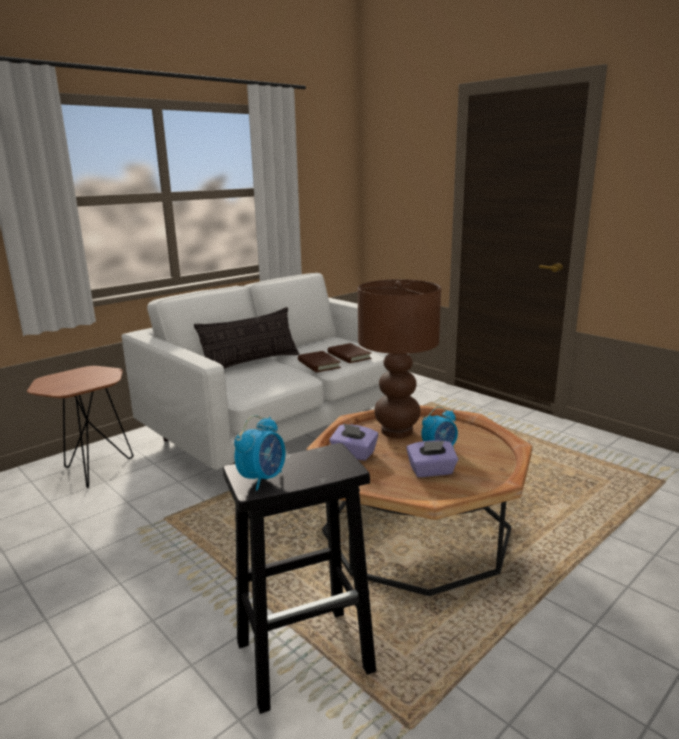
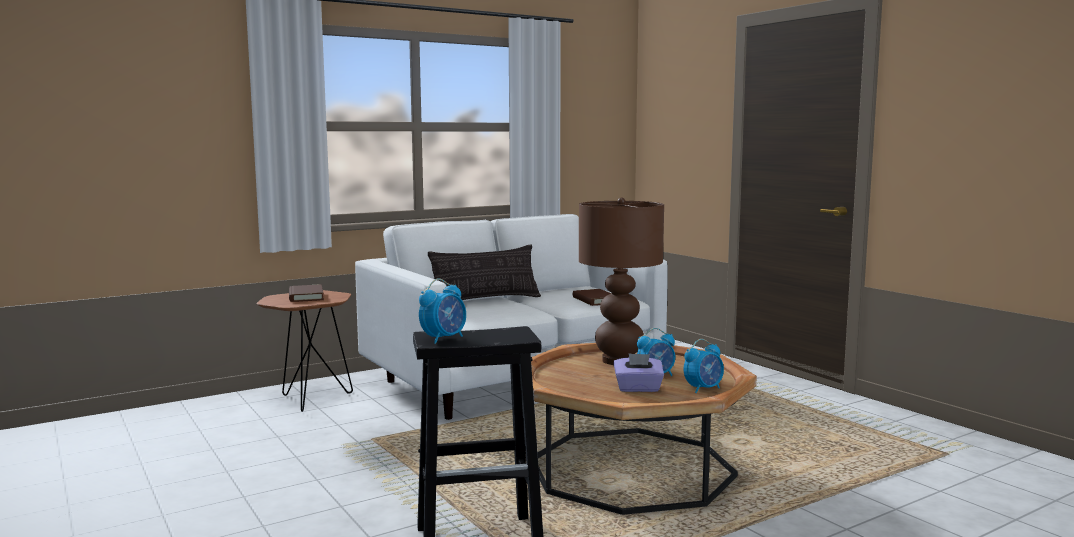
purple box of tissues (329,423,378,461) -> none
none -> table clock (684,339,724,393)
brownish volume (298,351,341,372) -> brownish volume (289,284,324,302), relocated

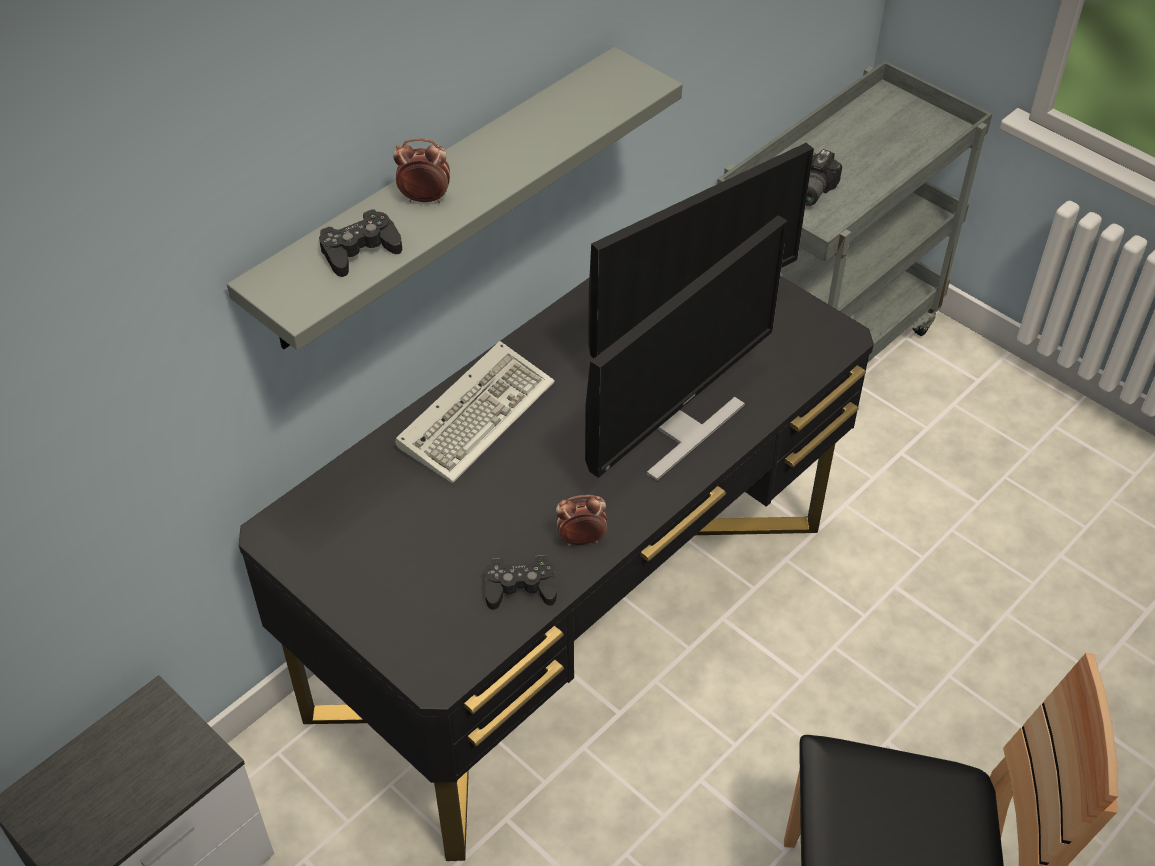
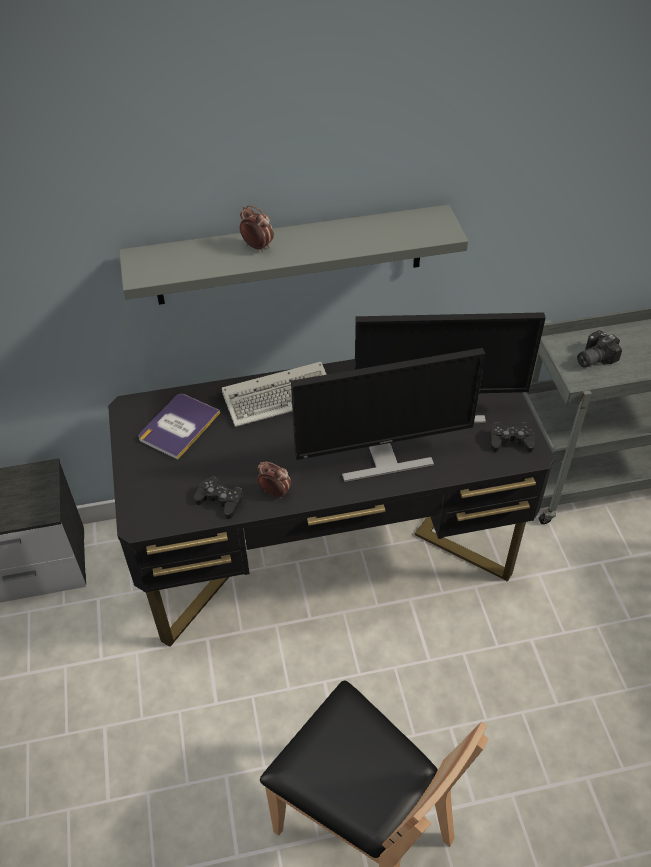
none -> volume (139,394,220,460)
black-coloured game controller (319,209,402,277) -> black-coloured game controller (490,422,535,453), relocated

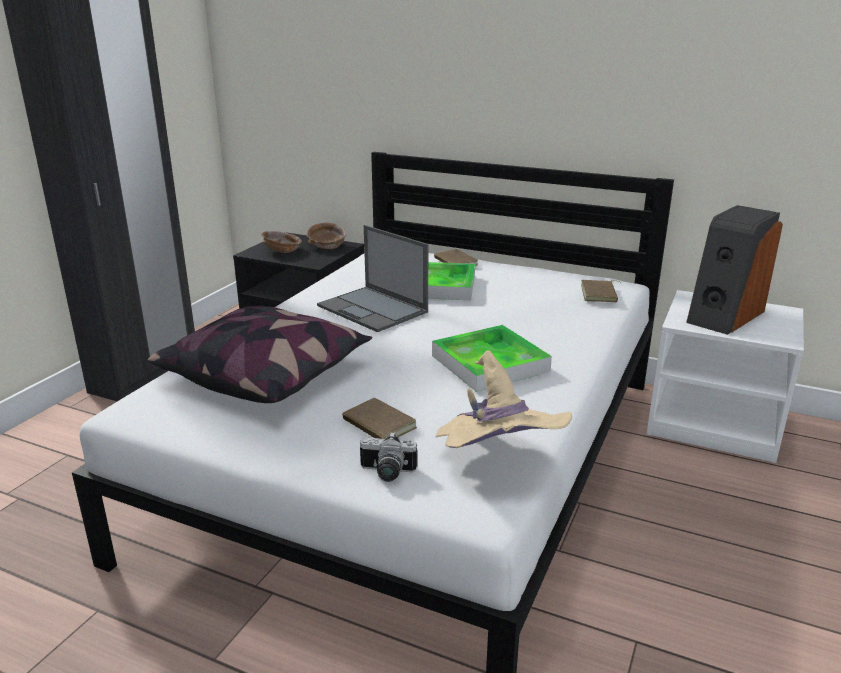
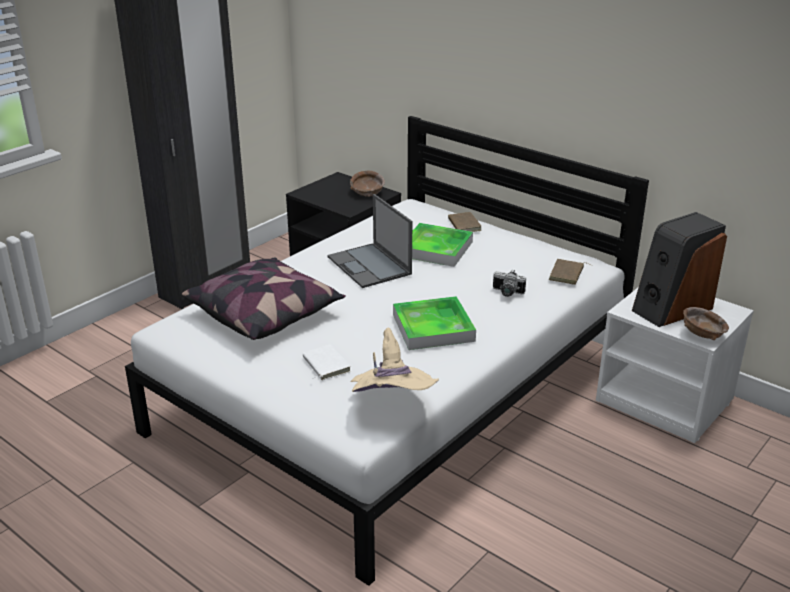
brownish serving bowl (262,231,302,253) -> brownish serving bowl (683,307,729,340), relocated
photo camera (360,432,417,482) -> photo camera (493,270,526,297), relocated
brownish volume (342,398,417,439) -> whitish volume (303,345,351,380)

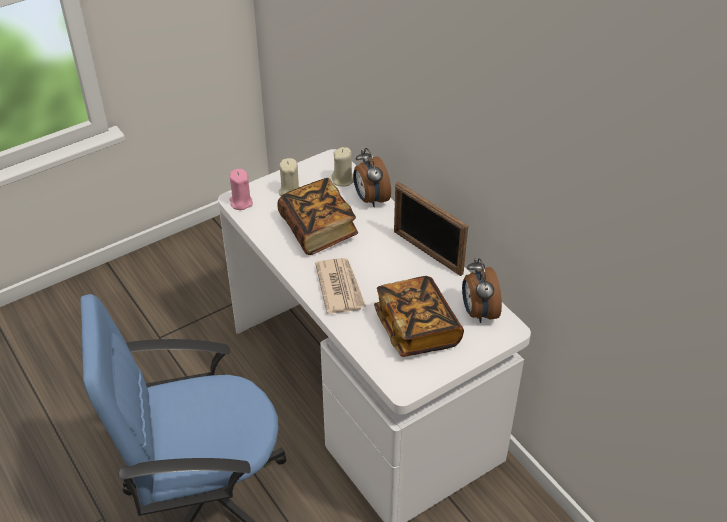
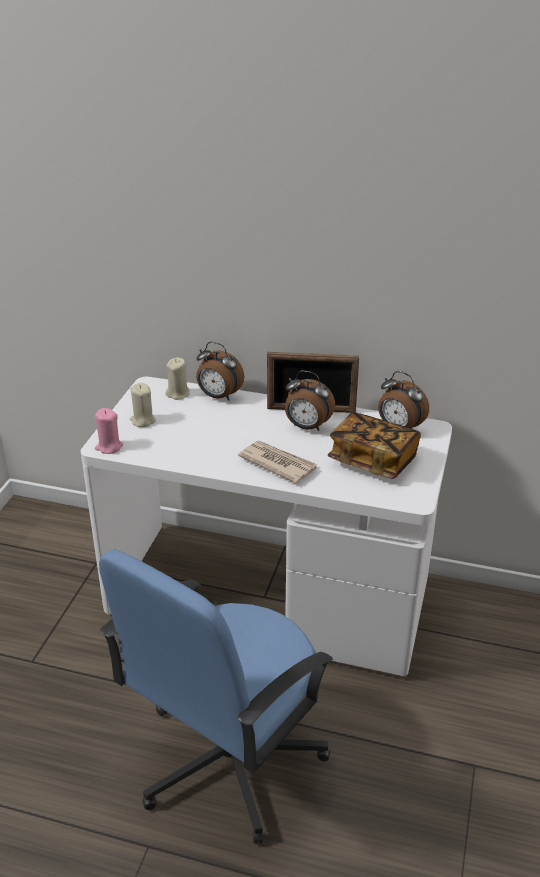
volume (277,178,358,255) -> none
none -> table clock (285,370,335,431)

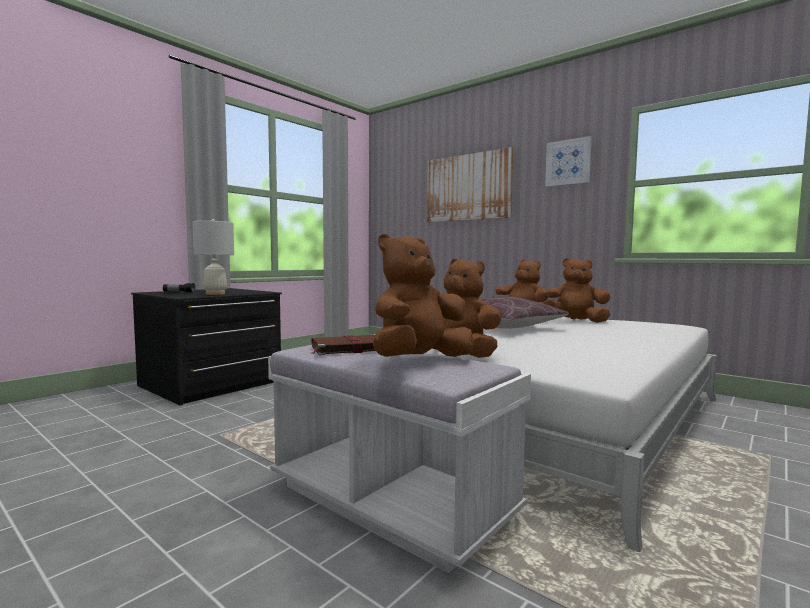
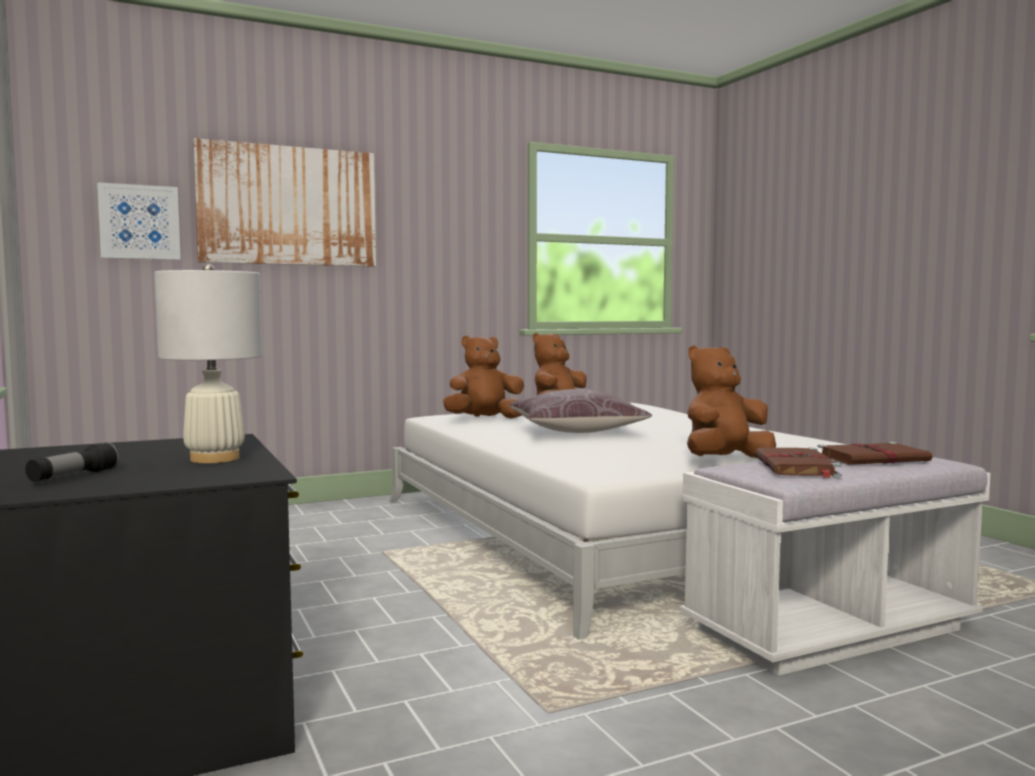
wall picture (545,136,592,187) -> wall picture (97,182,181,260), relocated
brownish plush toy (373,234,474,357) -> brownish volume (818,442,933,465)

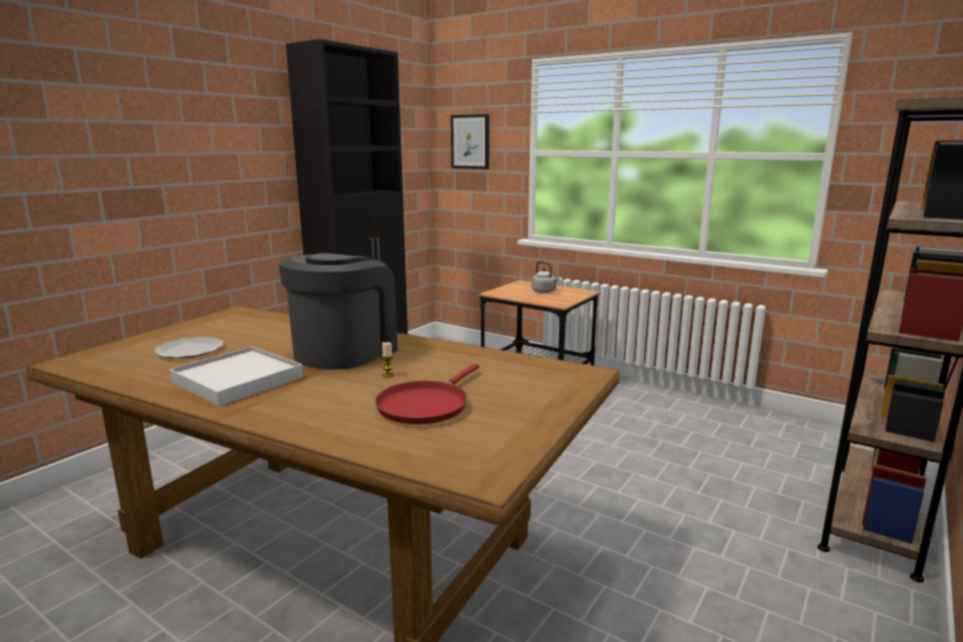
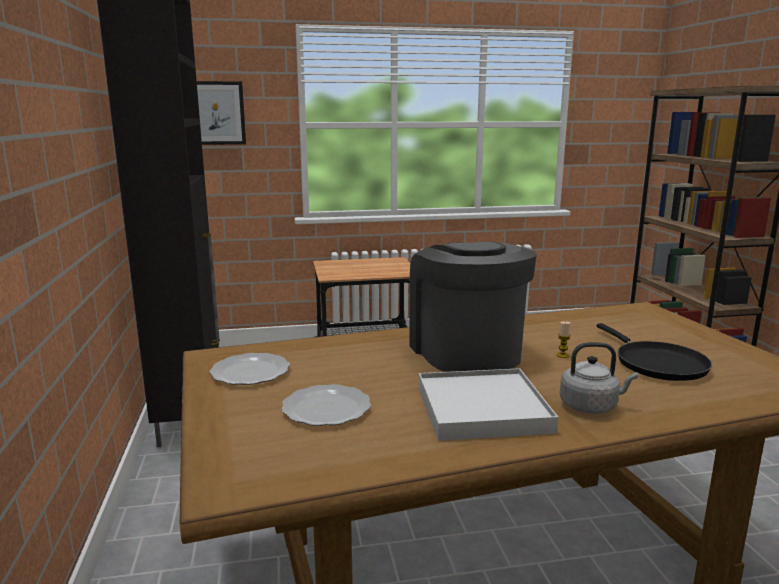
none -> flat dish (210,353,290,385)
greyish tea kettle (531,261,559,293) -> greyish tea kettle (560,342,638,414), relocated
reddish pan (375,364,480,424) -> black-coloured pan (597,323,712,381)

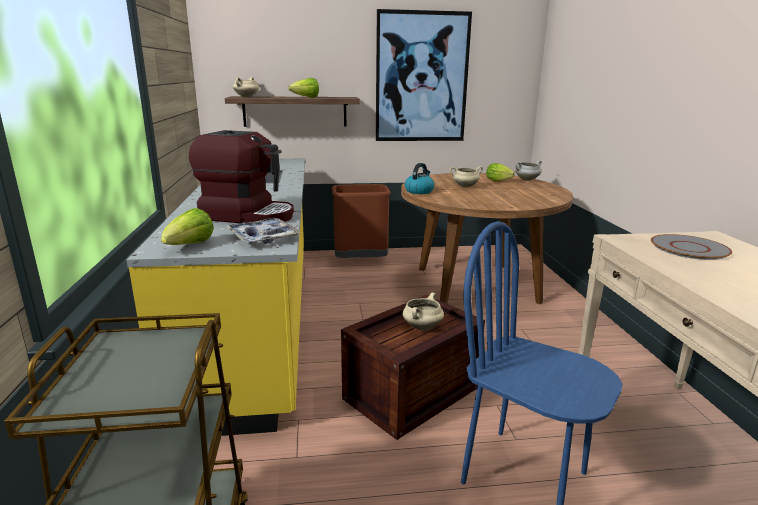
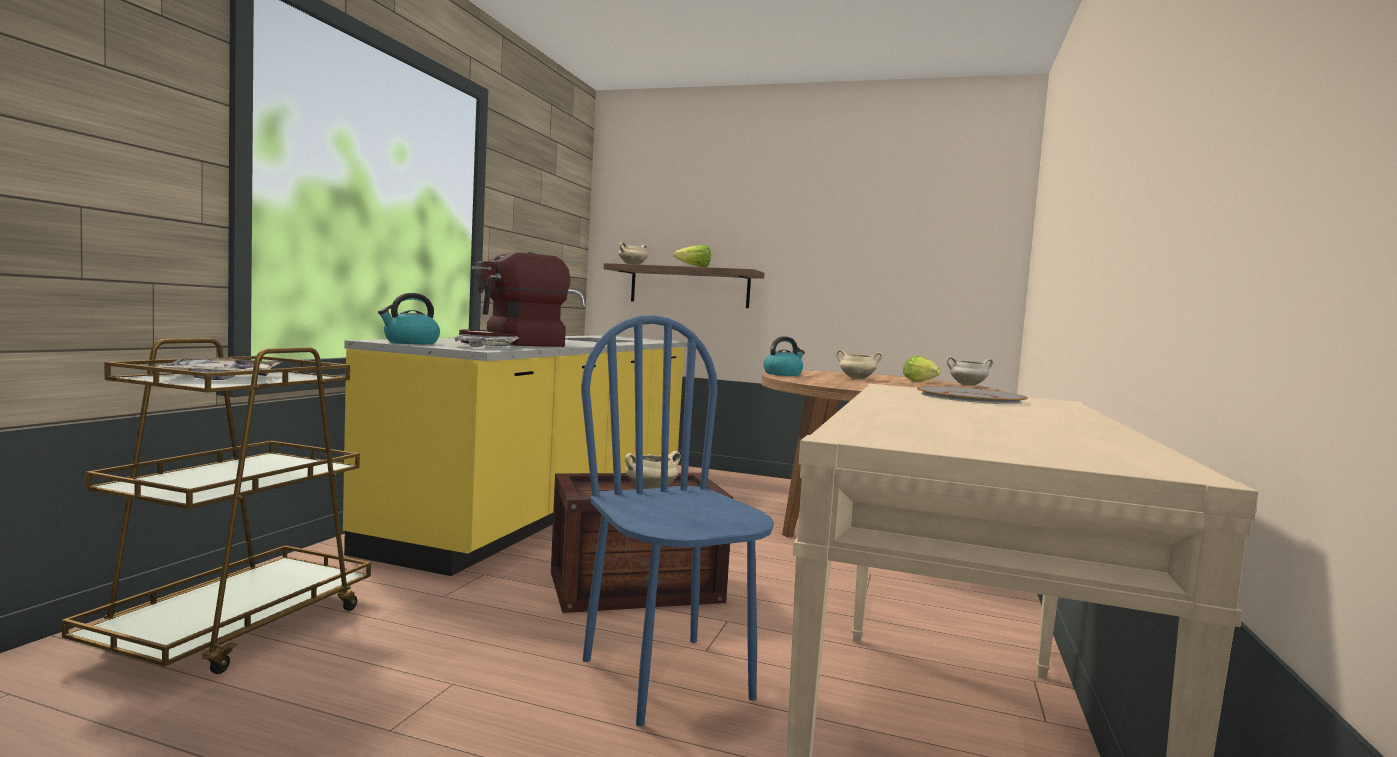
brownish rubbish bin (331,184,391,258) -> none
wall picture (376,9,472,141) -> none
none -> carrying tray (158,358,279,380)
head of lettuce (161,208,214,245) -> tea kettle (378,293,440,344)
coffee maker (189,130,294,223) -> coffee maker (459,252,571,347), 105 degrees clockwise

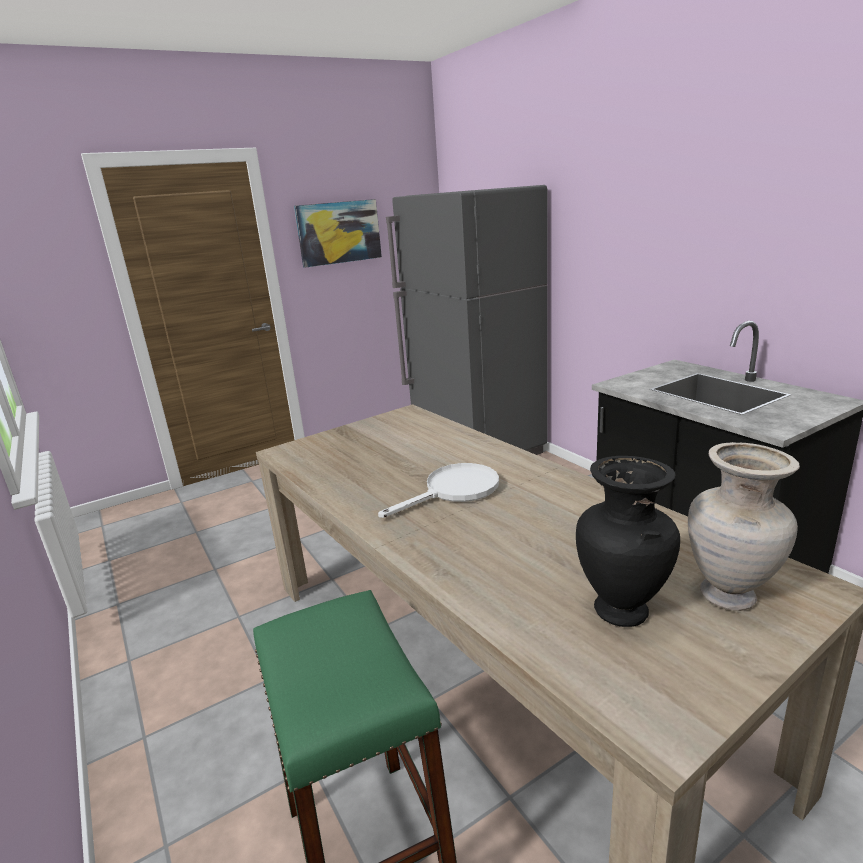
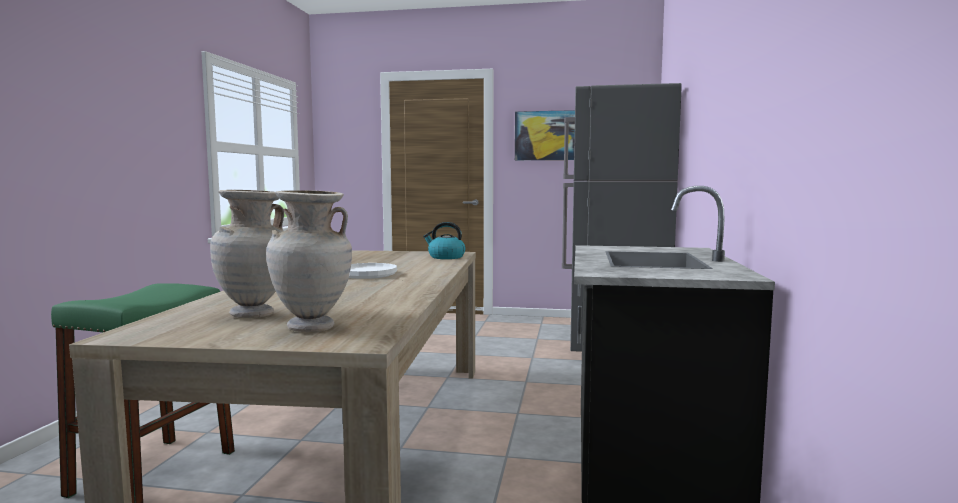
none -> tea kettle (423,222,466,259)
black-coloured decorative vase (576,456,680,627) -> beige-coloured decorative vase (210,190,284,318)

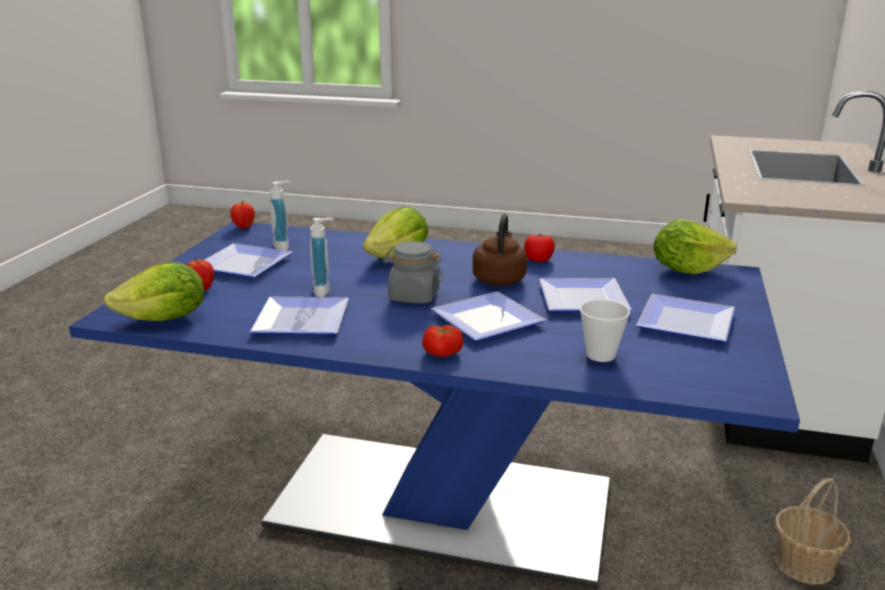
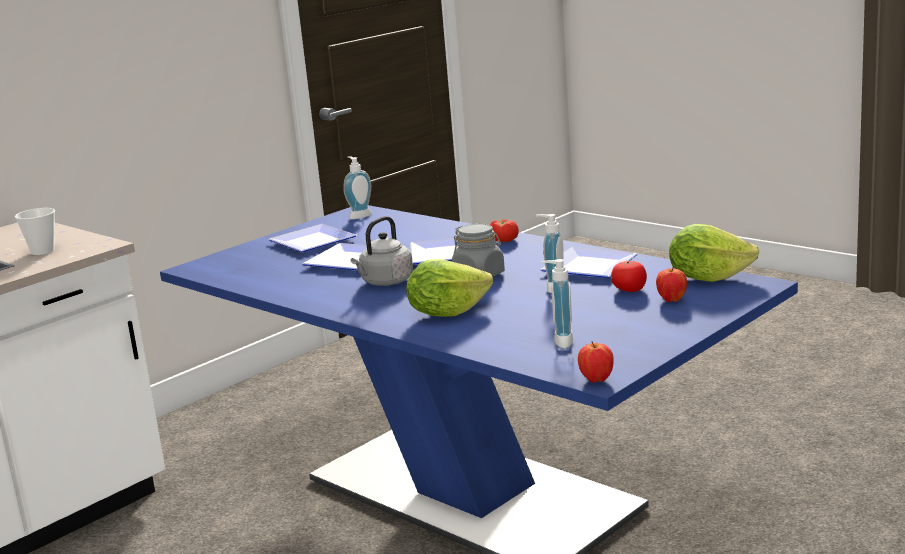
flat dish (205,243,293,278) -> none
head of lettuce (654,219,737,274) -> none
basket (775,478,851,584) -> none
none -> soap dispenser (343,156,372,219)
whole tomato (524,234,555,262) -> whole tomato (611,260,647,292), relocated
small cup (580,299,630,362) -> small cup (15,208,55,255), relocated
brownish tea kettle (473,214,527,285) -> greyish tea kettle (351,216,413,286)

